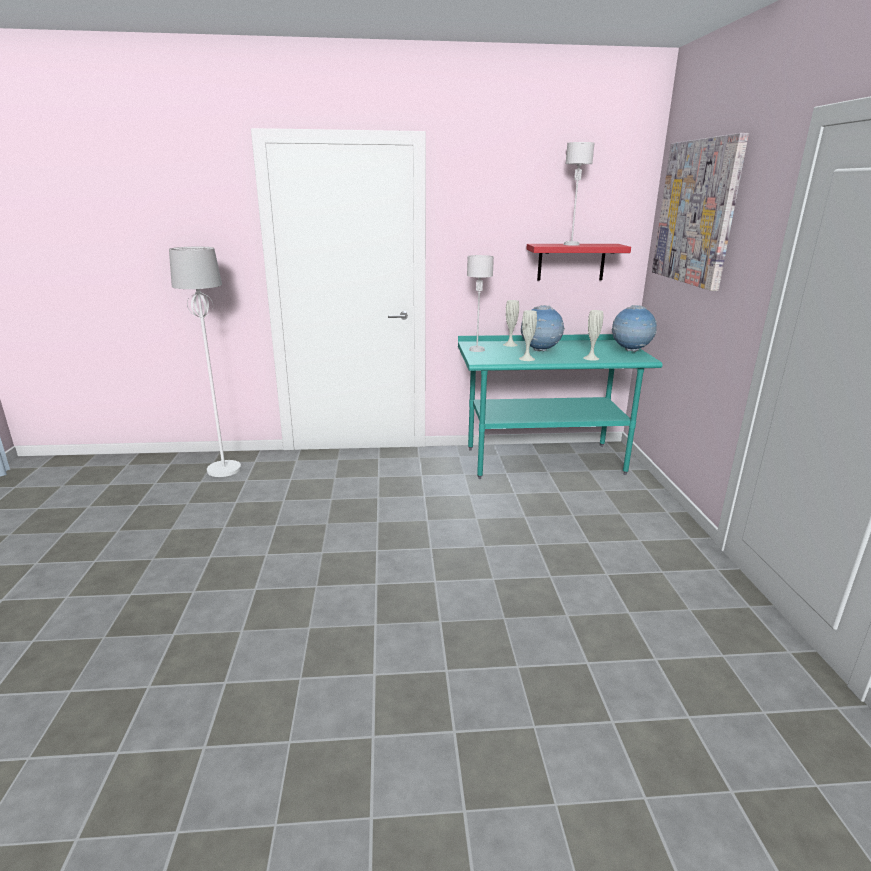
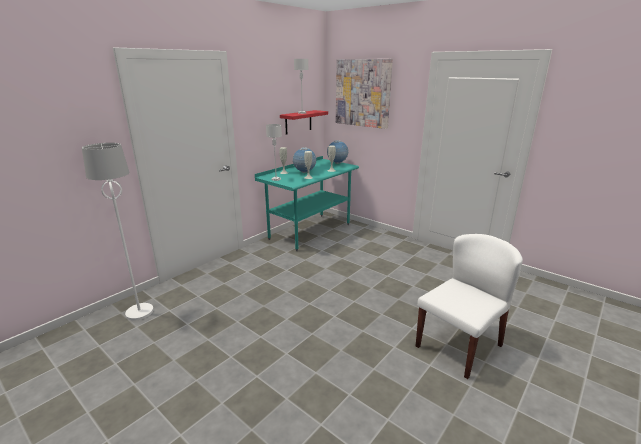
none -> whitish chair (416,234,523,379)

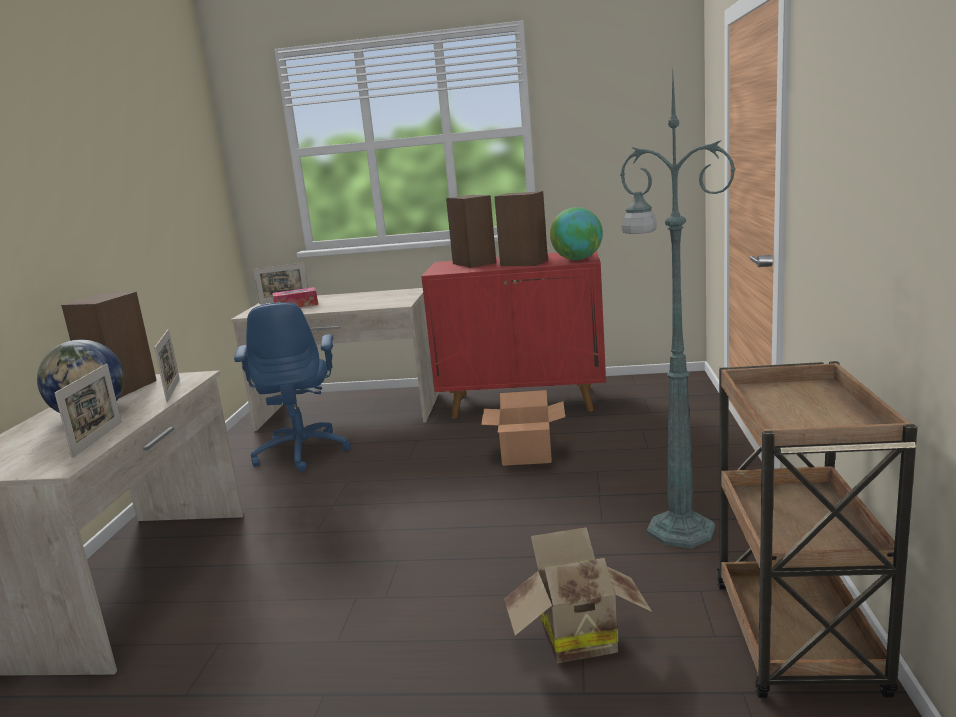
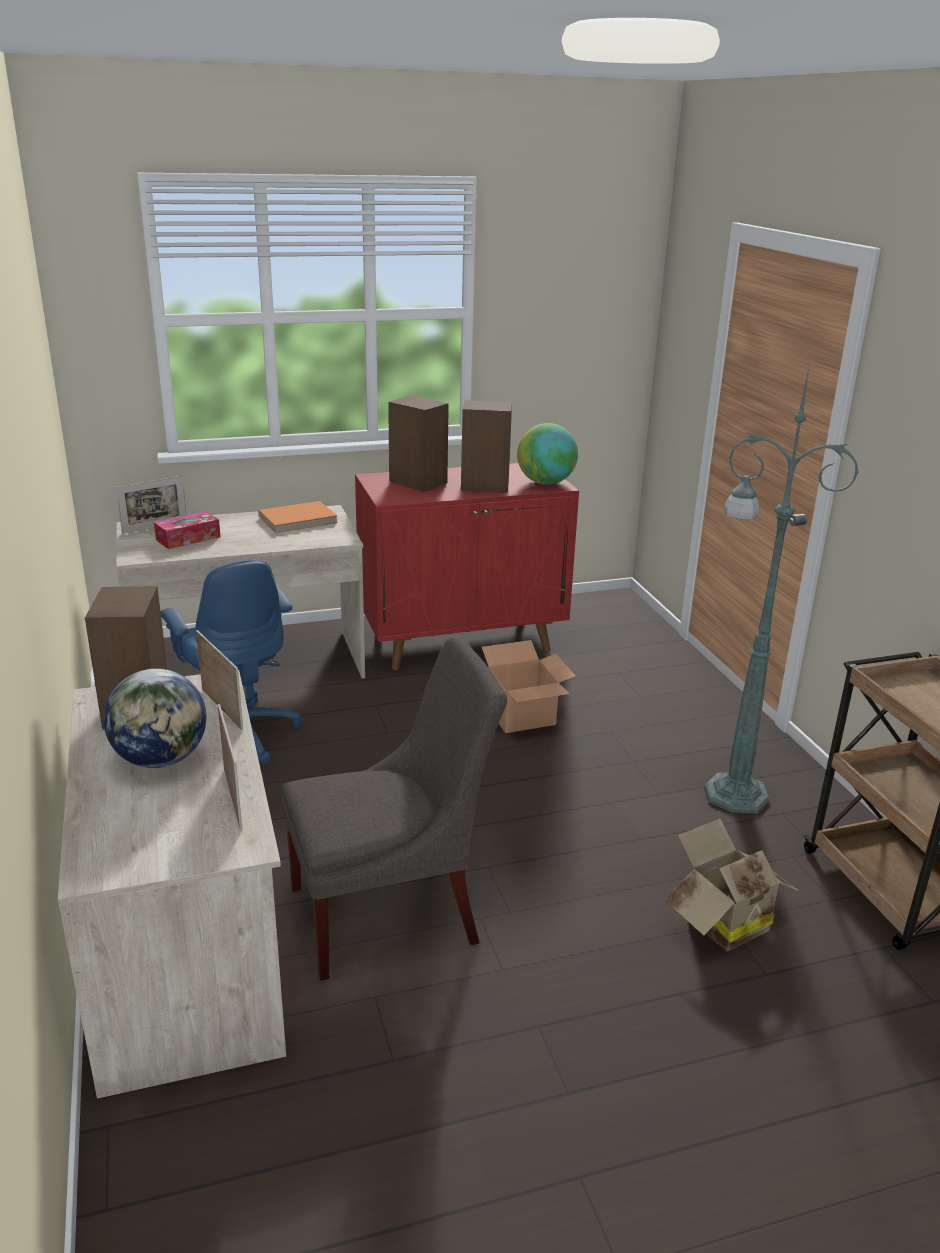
none -> orange-coloured volume (259,501,338,533)
none -> greyish chair (281,637,507,981)

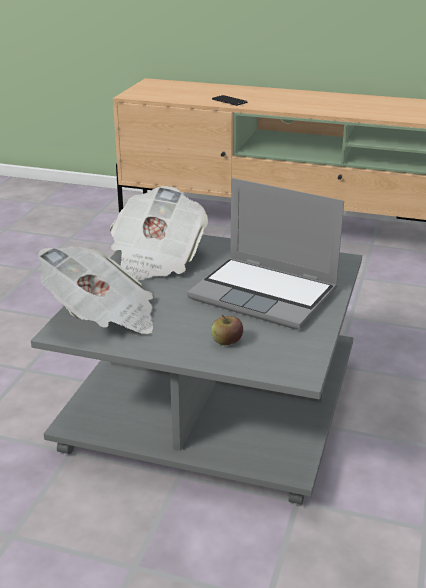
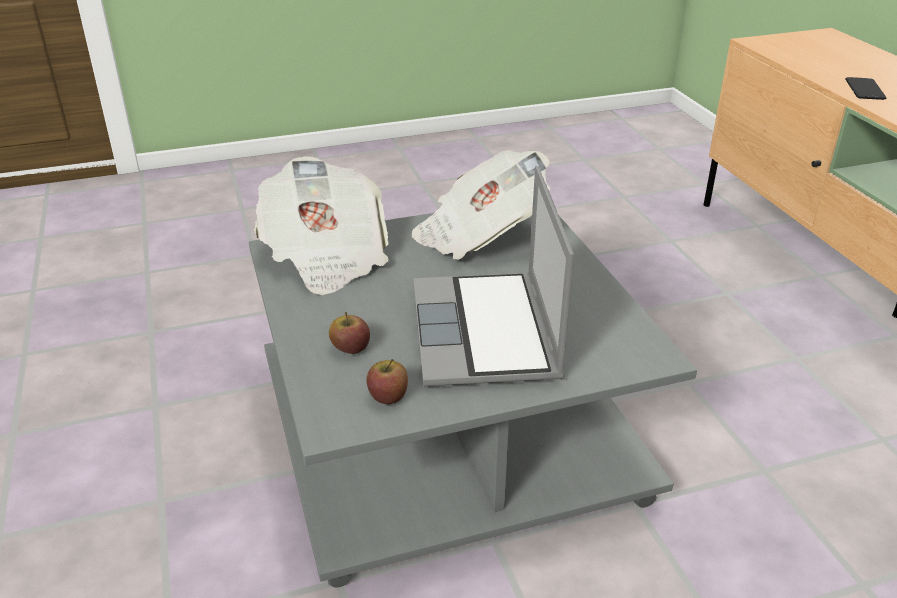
none -> apple (367,359,408,404)

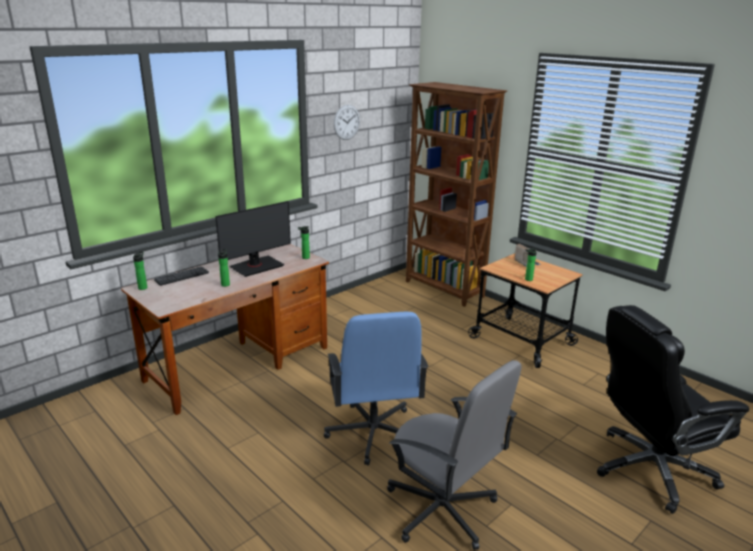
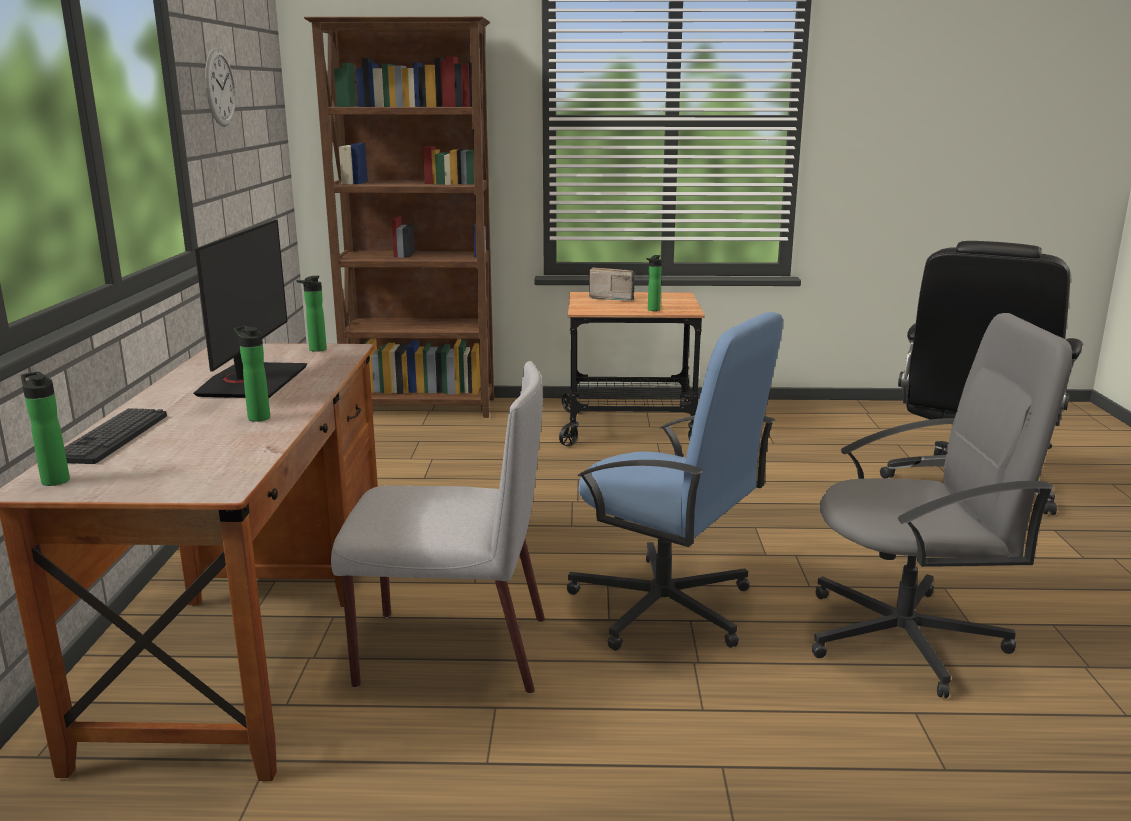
none -> greyish chair (331,361,545,694)

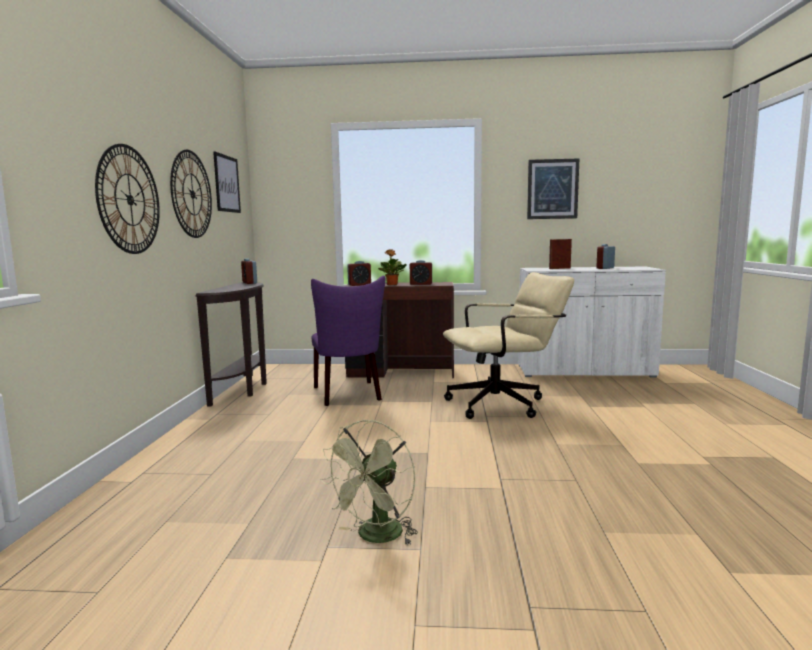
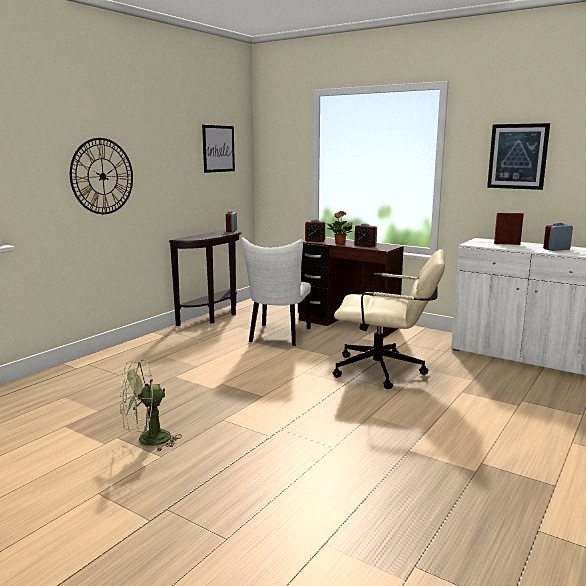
hanging clock (170,149,212,238) -> none
purple chair (311,276,385,406) -> whitish chair (241,237,311,346)

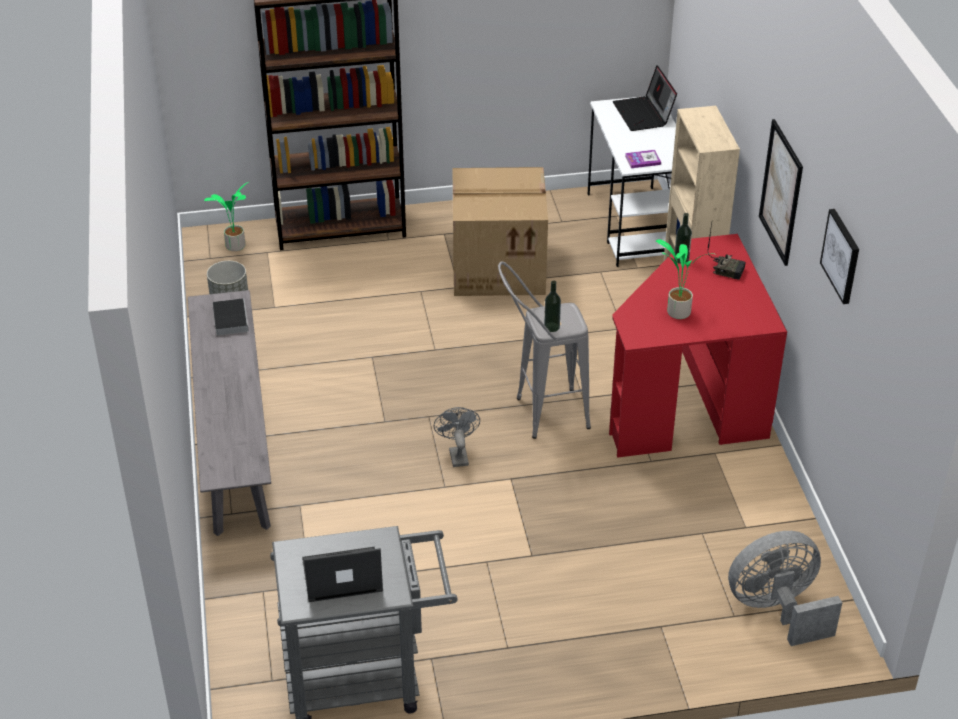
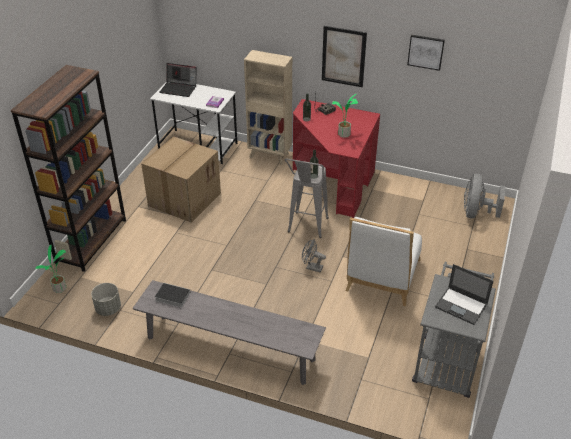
none -> whitish chair (346,217,422,306)
laptop (302,547,383,602) -> laptop (435,264,493,325), 75 degrees counterclockwise

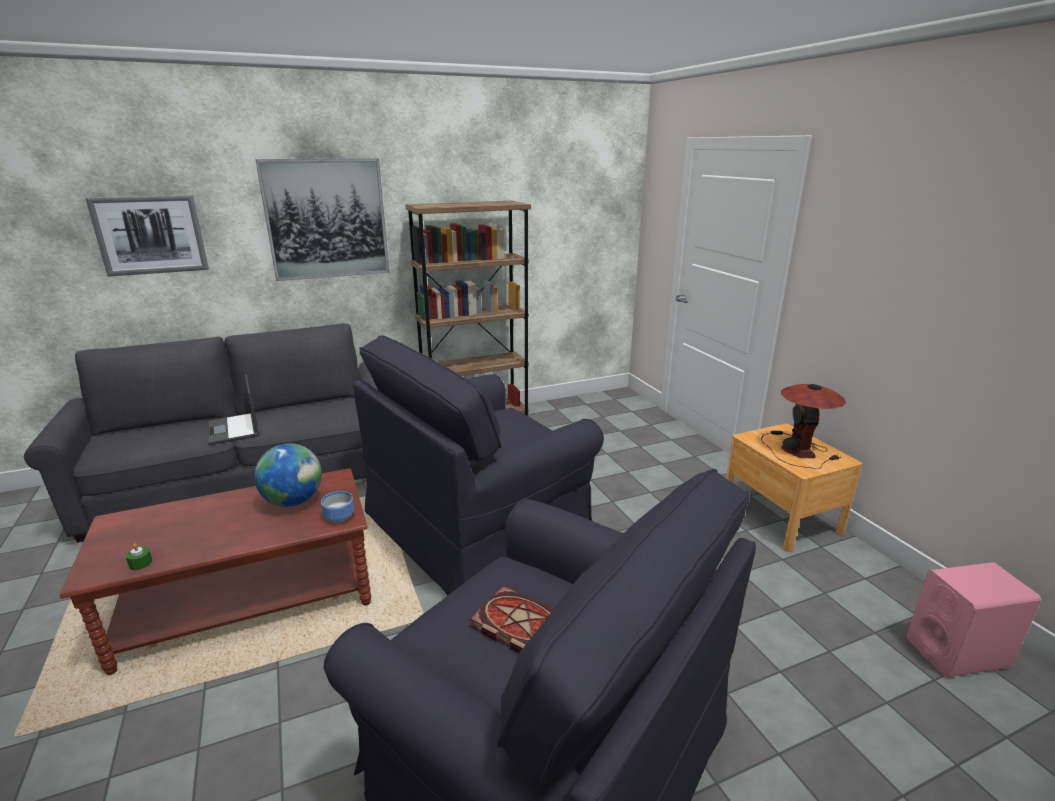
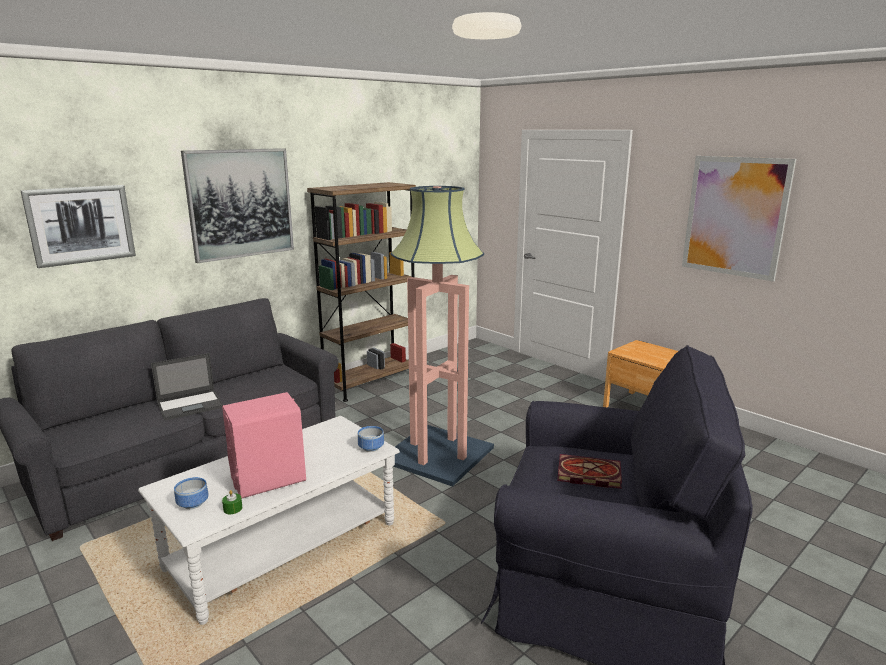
desk globe (254,443,322,507) -> none
table lamp (761,384,846,469) -> none
none -> serving bowl (174,477,209,509)
none -> wall picture (682,156,796,282)
pink-coloured loudspeaker (907,562,1041,677) -> pink-coloured loudspeaker (222,392,306,499), relocated
black-coloured easy chair (353,335,604,595) -> standard lamp (391,186,494,487)
brownish lounge table (60,468,371,675) -> whitish lounge table (138,416,400,625)
laptop (208,374,259,446) -> laptop (151,353,223,420), 75 degrees counterclockwise

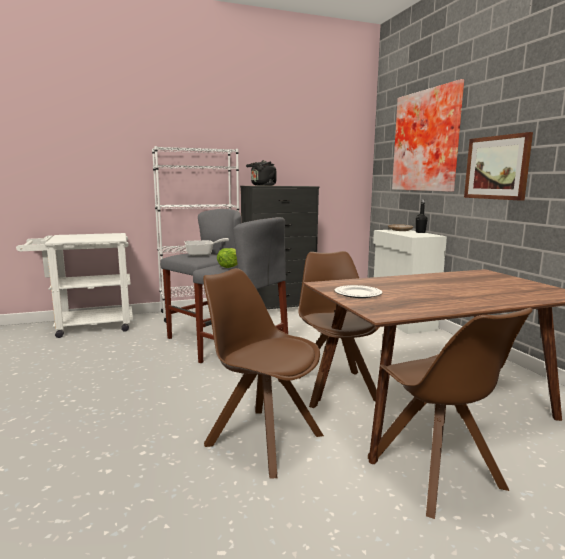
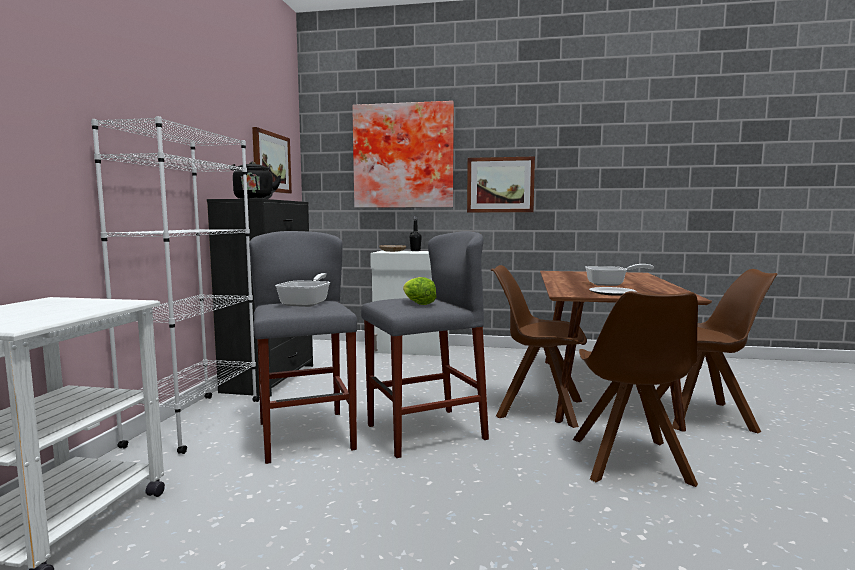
none -> wall picture (252,127,292,194)
none -> pan (585,264,654,286)
brownish chair (203,268,324,479) -> brownish chair (573,291,698,487), 60 degrees counterclockwise

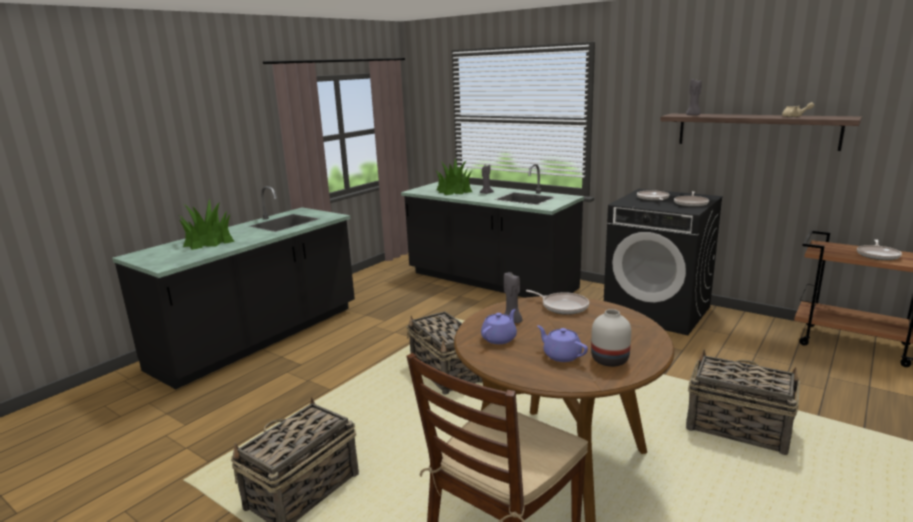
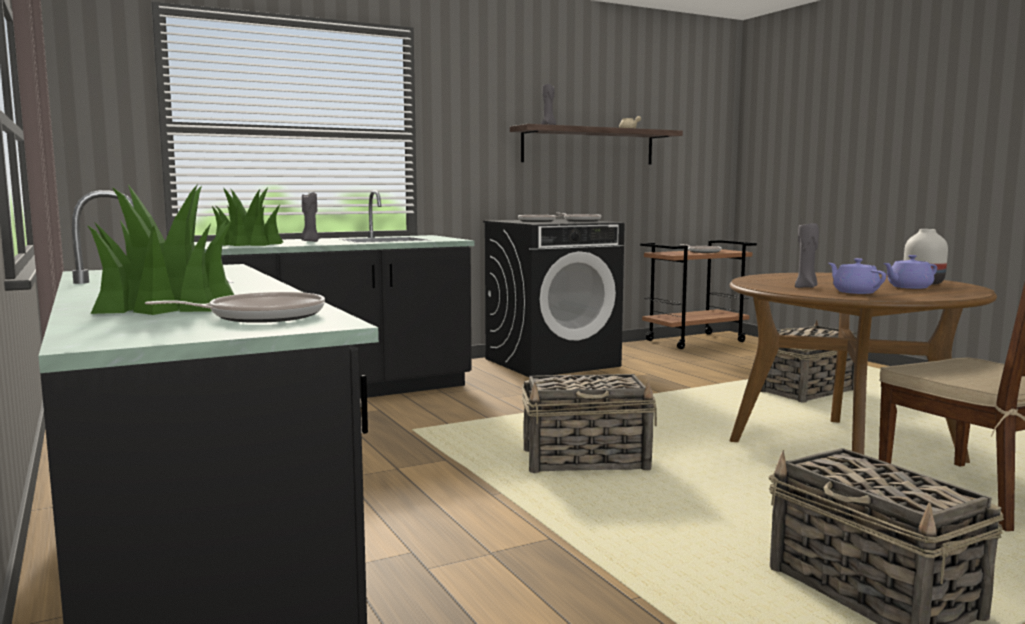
pan (526,290,589,315) -> pan (145,292,325,323), relocated

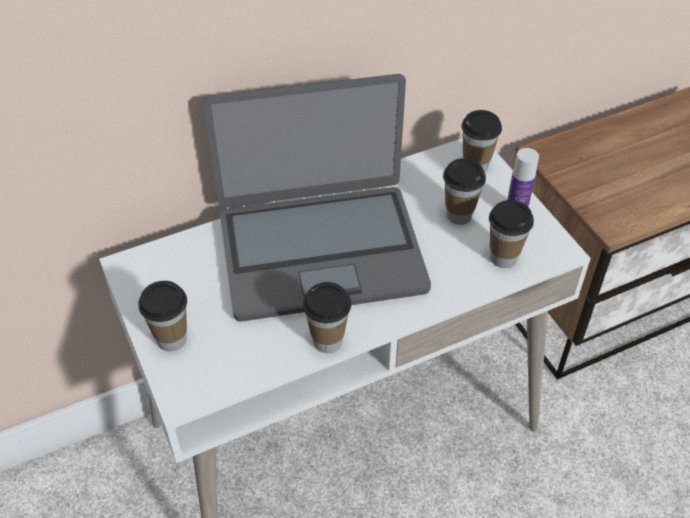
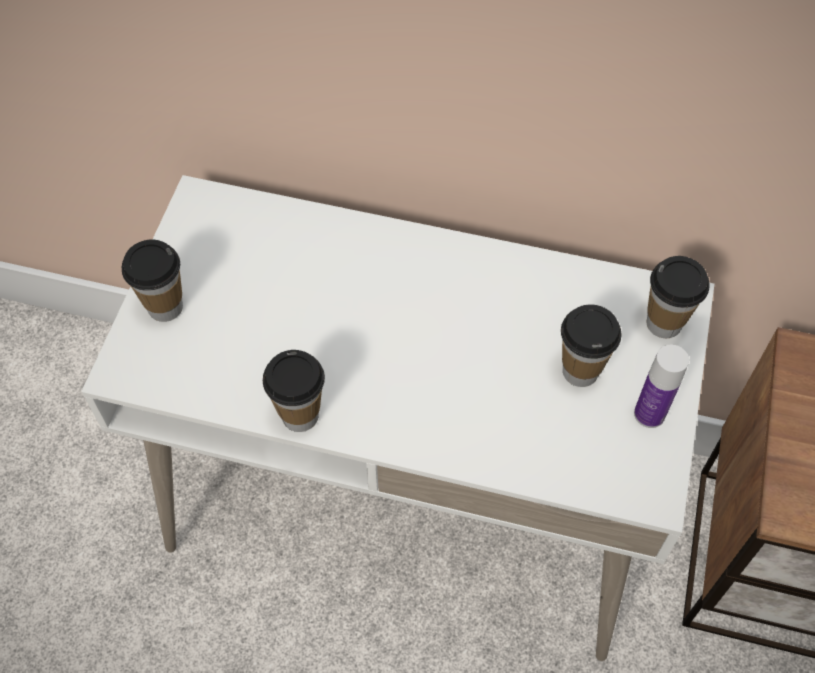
laptop (203,74,431,322) -> none
small cup (489,200,534,268) -> none

